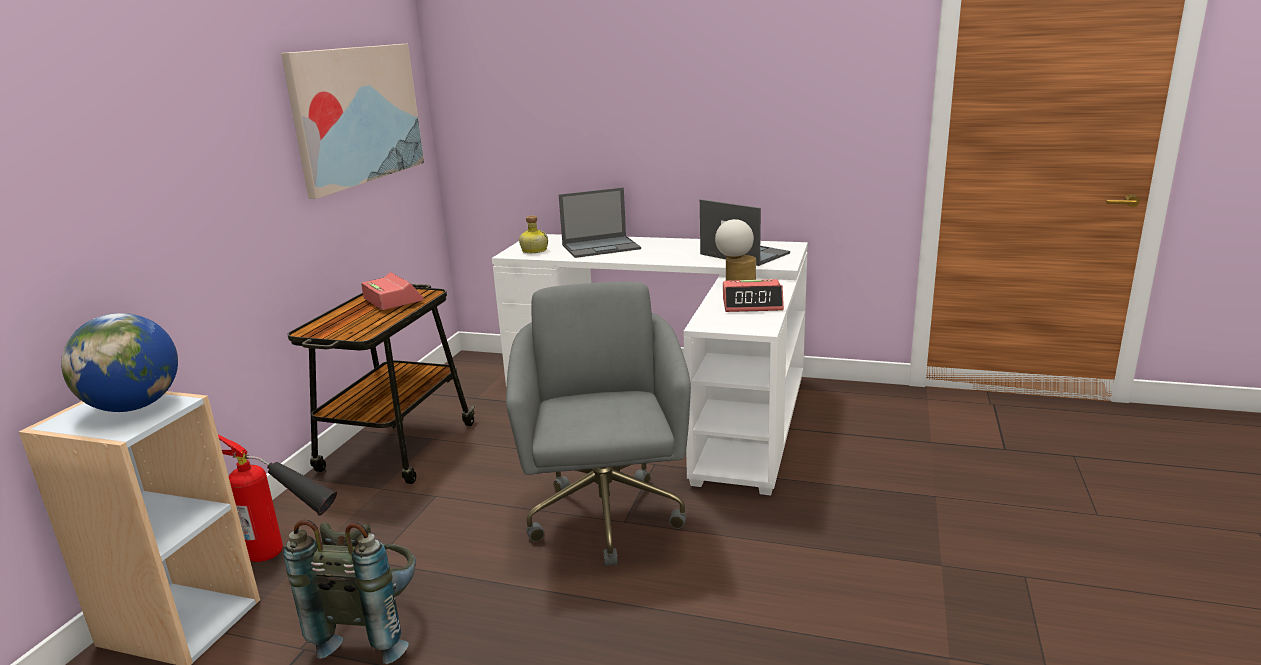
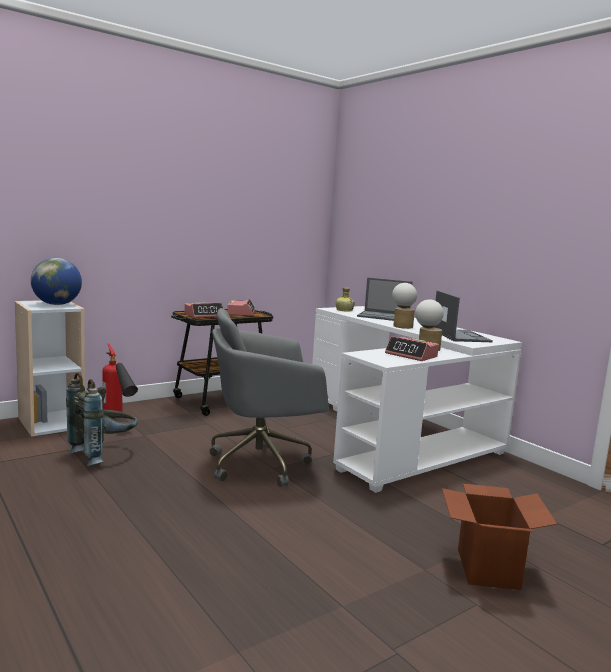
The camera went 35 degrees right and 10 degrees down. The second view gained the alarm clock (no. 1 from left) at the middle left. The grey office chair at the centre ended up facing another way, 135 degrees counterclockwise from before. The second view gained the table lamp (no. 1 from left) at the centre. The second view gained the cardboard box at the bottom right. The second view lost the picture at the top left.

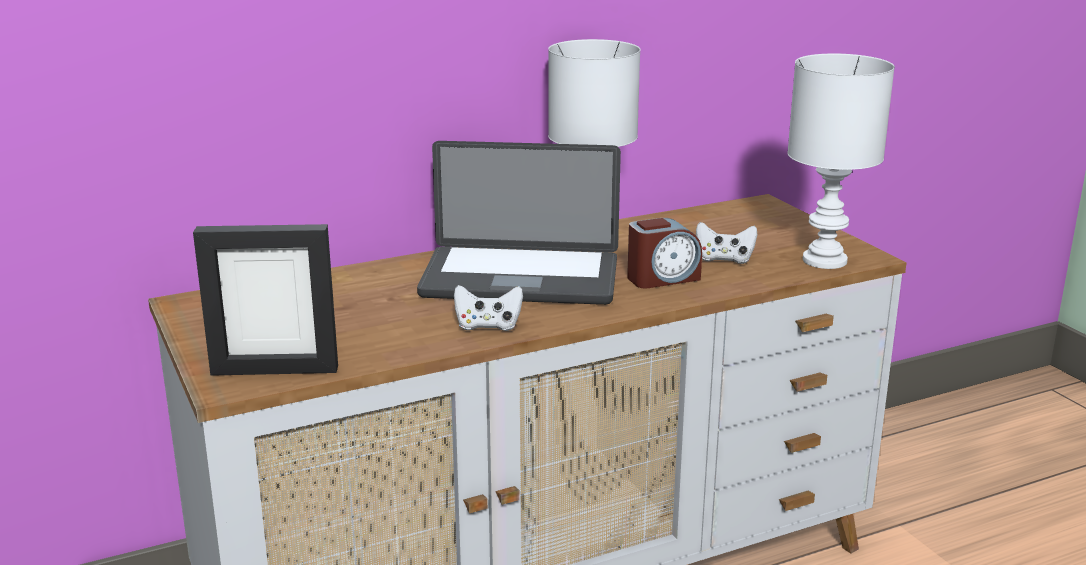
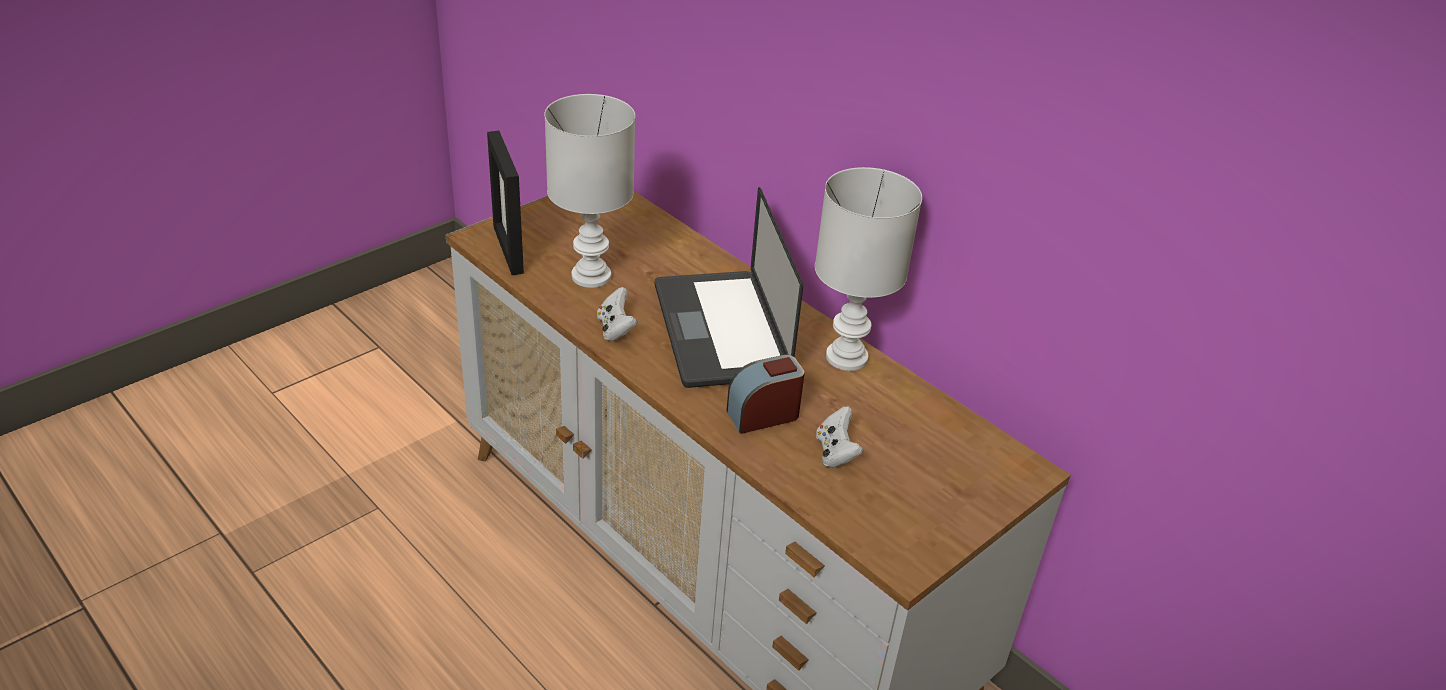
The camera went 70 degrees right and 15 degrees up. The white table lamp (no. 2 from left in the first image) ended up elsewhere, having gone from the top right to the top centre. The alarm clock at the centre ended up facing another way, 105 degrees clockwise from before.

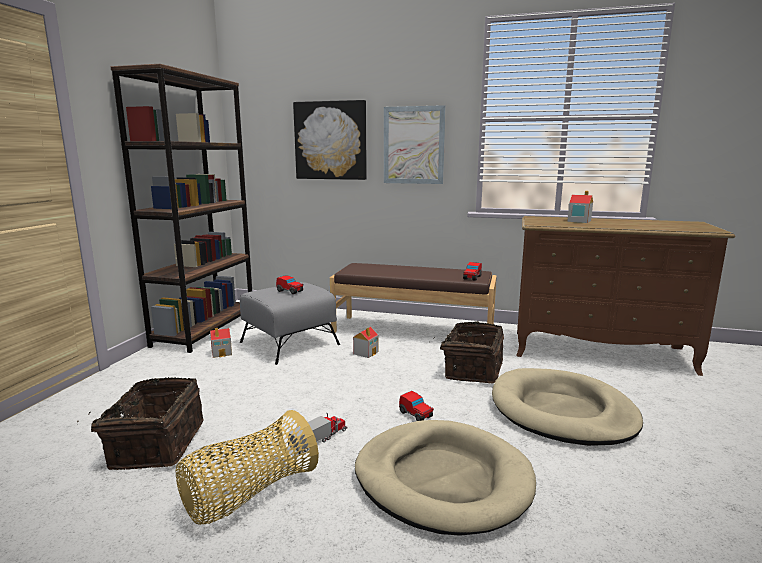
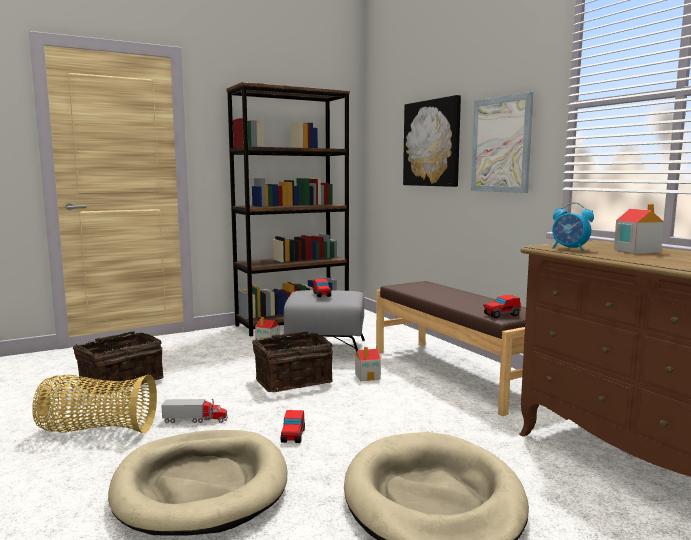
The camera went 45 degrees right and 5 degrees down. The basket (no. 3 from left) ended up elsewhere, having gone from the centre to the bottom centre. The second view gained the alarm clock at the middle right.

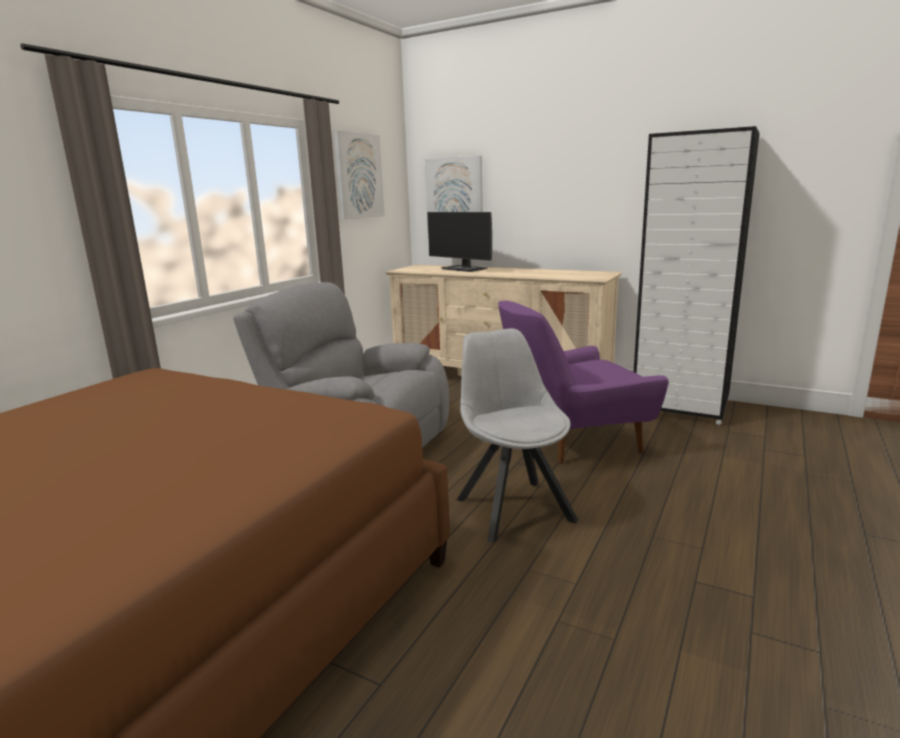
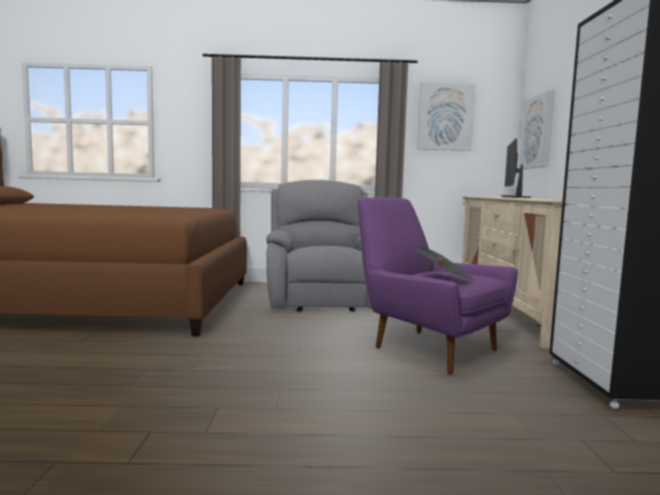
The camera went 60 degrees right and 10 degrees down. The second view gained the newspaper at the middle right. The second view lost the grey chair at the centre.

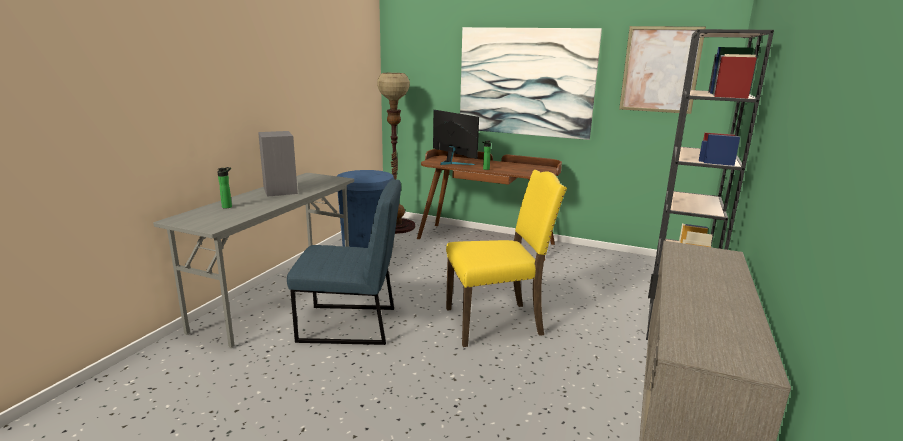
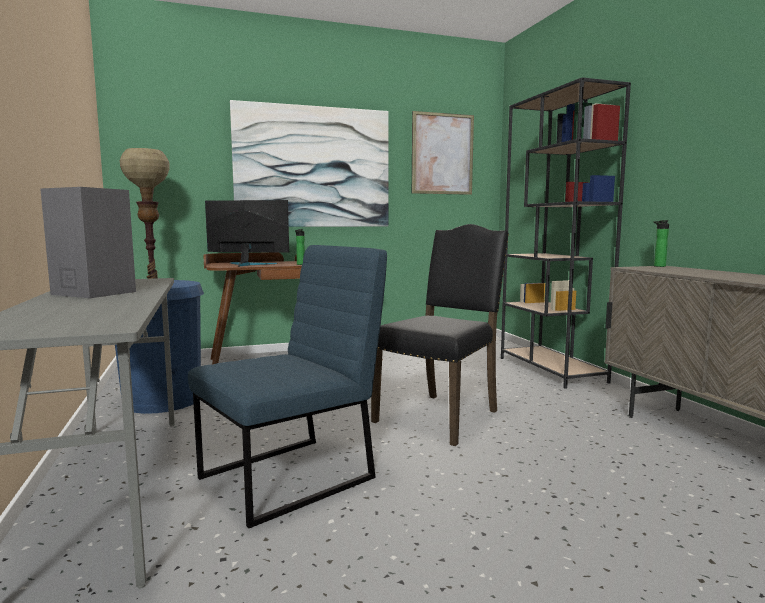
The camera went 40 degrees left and 10 degrees down. What was the yellow chair at the centre turned into the black chair at the centre. The bottle (no. 1 from left in the first image) ended up elsewhere, having gone from the middle left to the middle right.

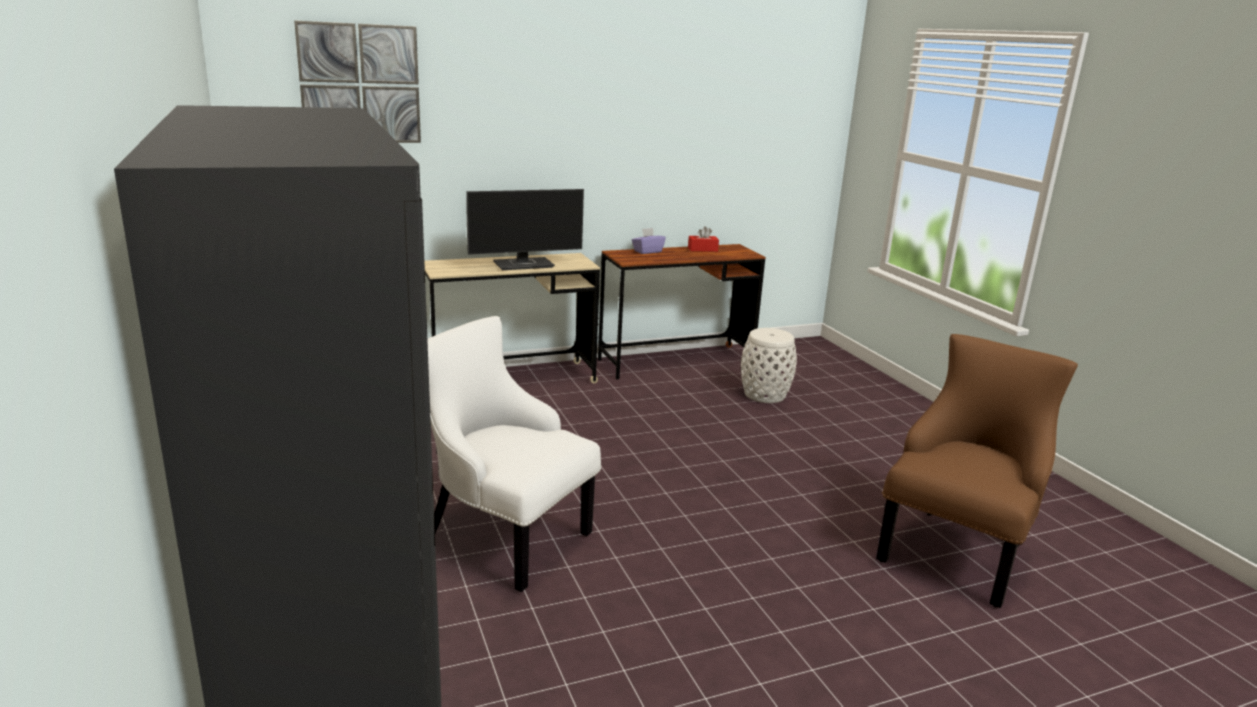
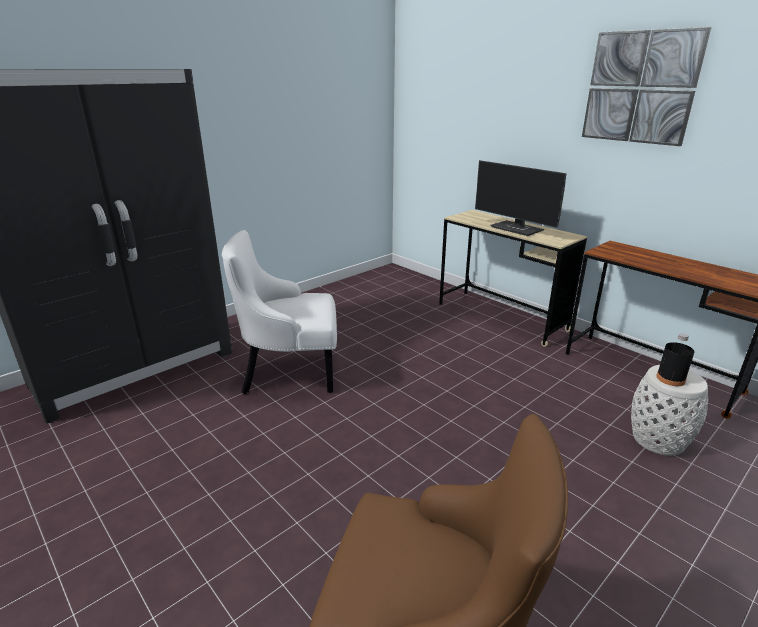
The camera went 70 degrees right and 5 degrees up. The white chair at the centre ended up facing another way, 105 degrees counterclockwise from before. The picture ended up elsewhere, having gone from the top left to the top right. The second view gained the black bottle at the middle right. The second view lost the purple tissue box at the centre. The second view lost the red tissue box at the centre.

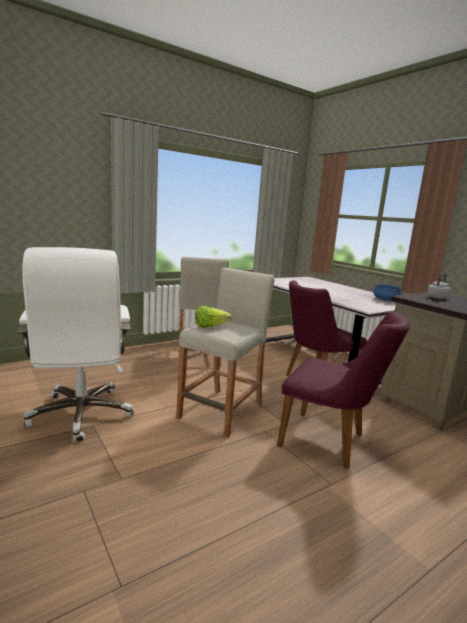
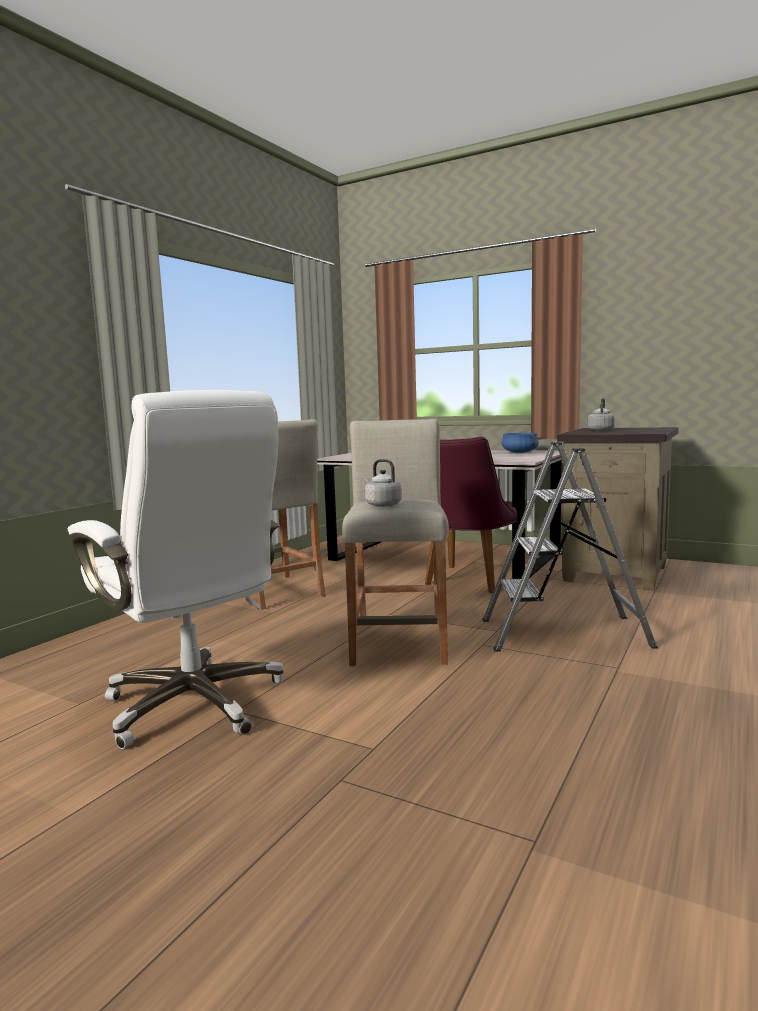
The camera went 25 degrees left and 5 degrees down. Where the lettuce stood at the centre, the grey kettle (no. 1 from left) came to stand at the centre. Where the purple chair (no. 2 from left) stood at the middle right, the grey step ladder came to stand at the middle right.

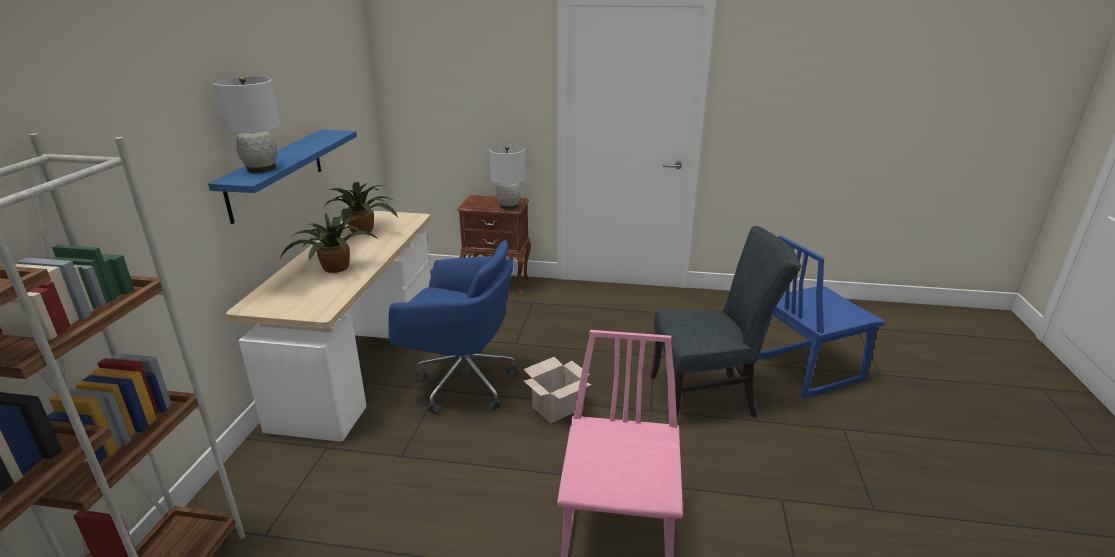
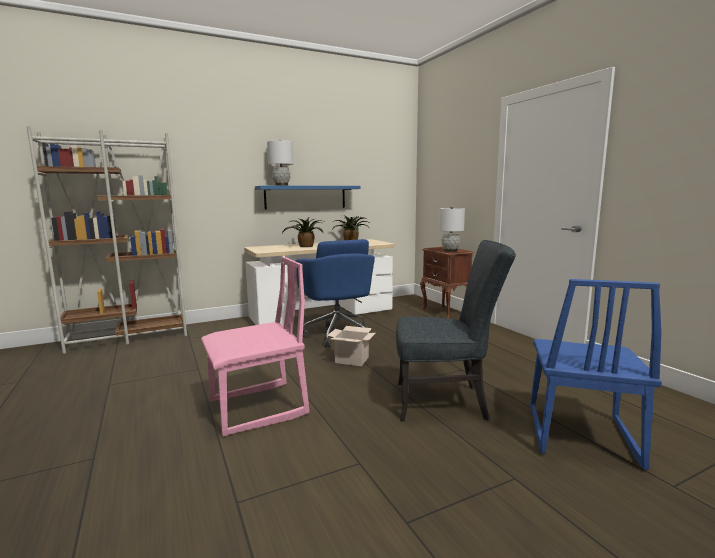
The camera went 55 degrees right and 15 degrees down. The grey chair at the centre ended up facing another way, 45 degrees counterclockwise from before. The blue chair at the middle right ended up facing another way, 105 degrees counterclockwise from before.

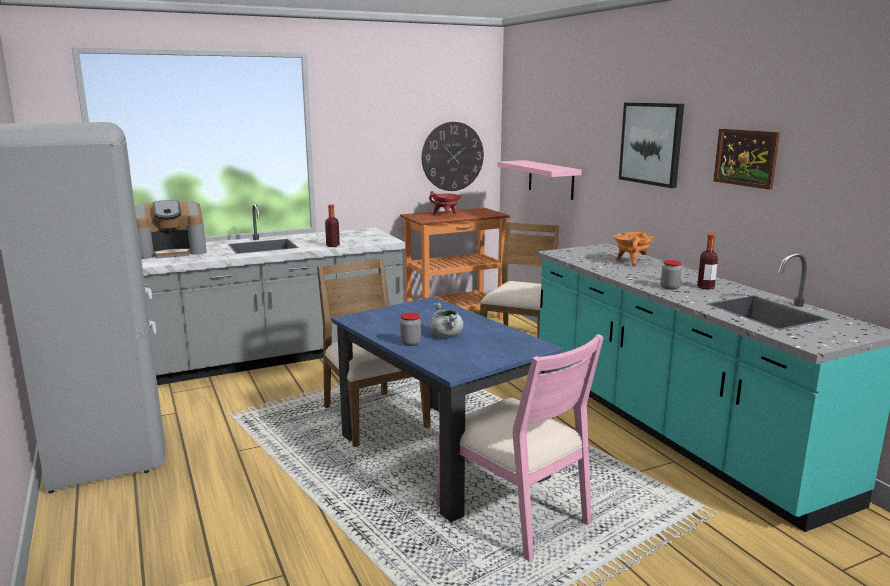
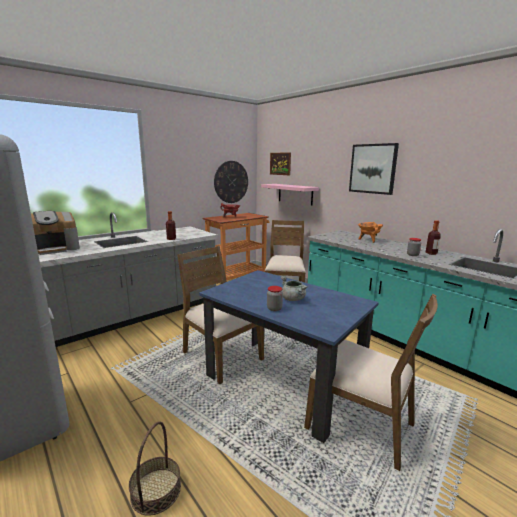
The camera went 15 degrees left and 0 degrees up. The second view gained the basket at the bottom left. The picture (no. 2 from left in the first image) ended up elsewhere, having gone from the top right to the top centre. What was the pink chair at the bottom centre turned into the brown chair (no. 3 from left) at the bottom right.

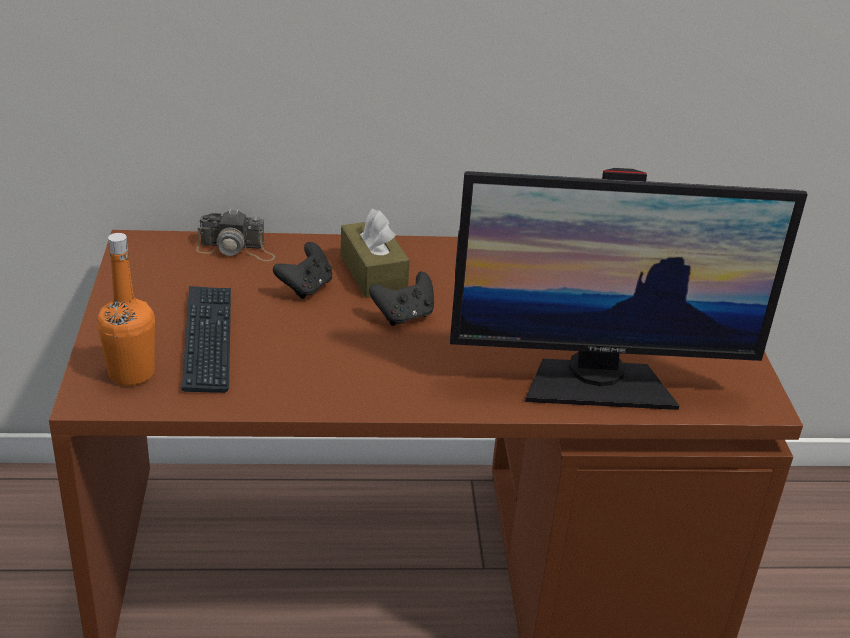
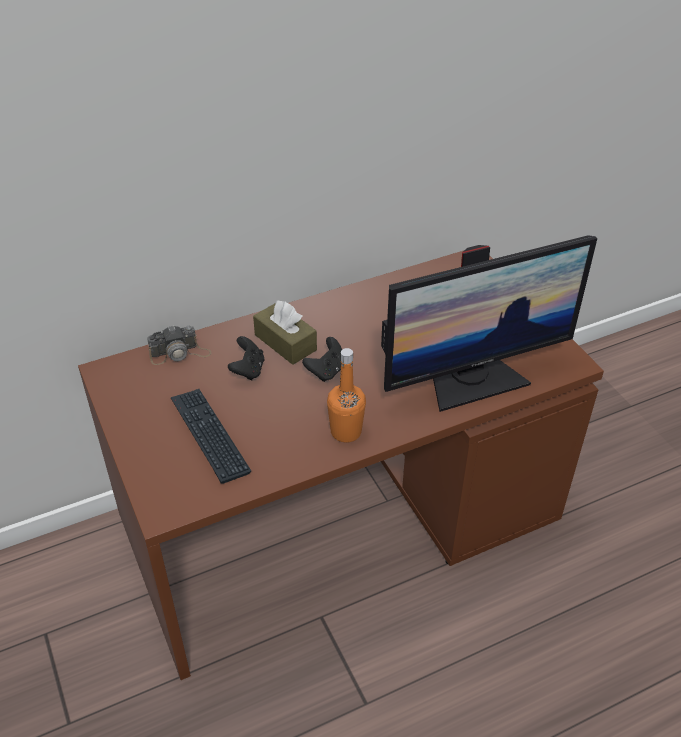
The camera went 20 degrees left and 10 degrees up. The orange bottle ended up elsewhere, having gone from the middle left to the centre.

